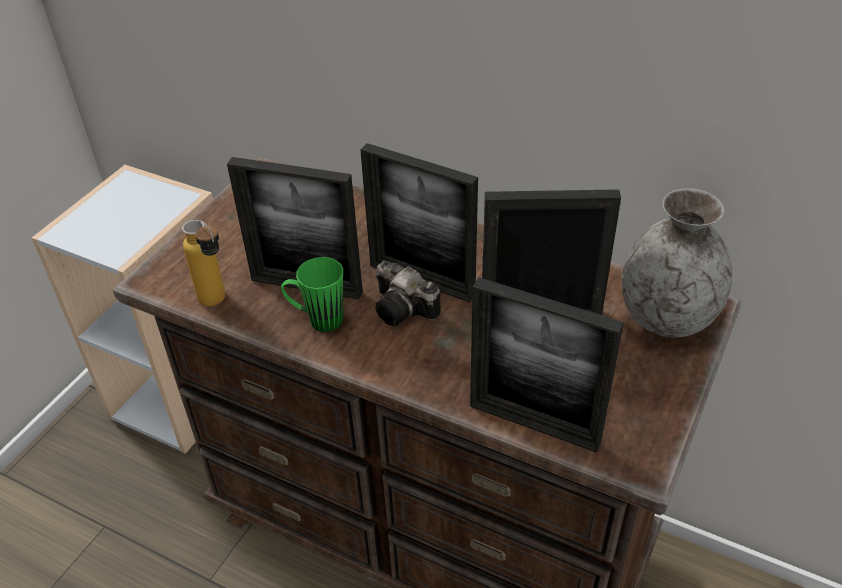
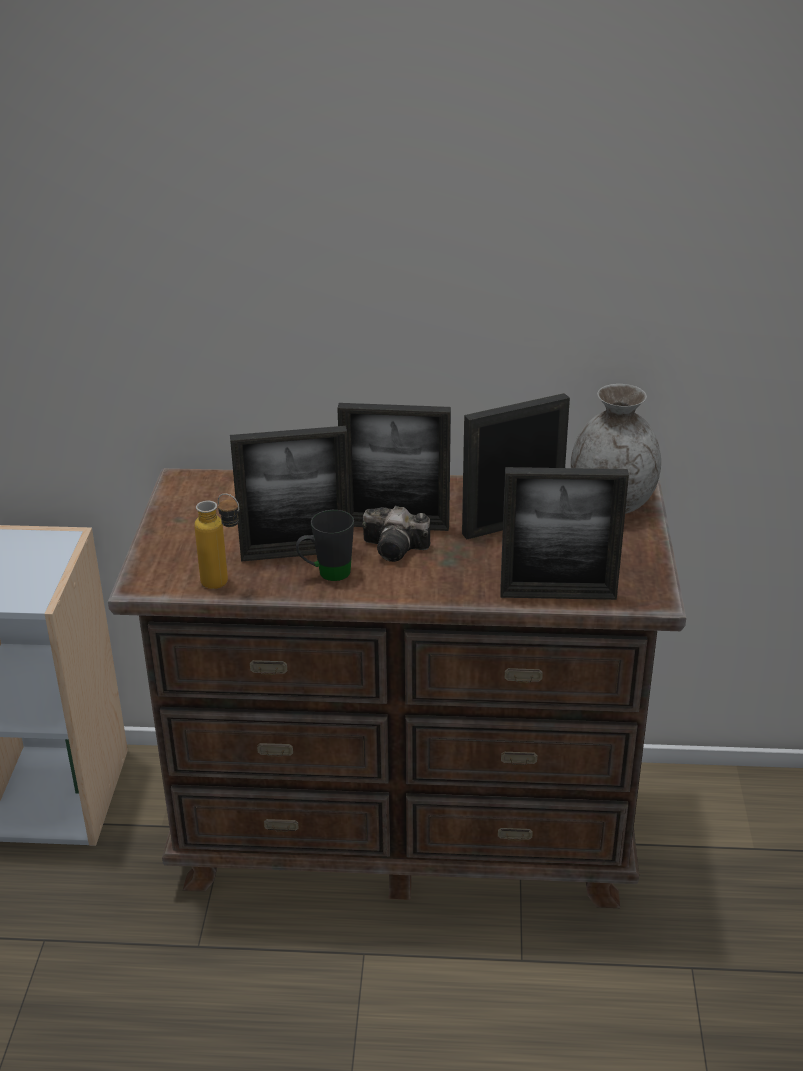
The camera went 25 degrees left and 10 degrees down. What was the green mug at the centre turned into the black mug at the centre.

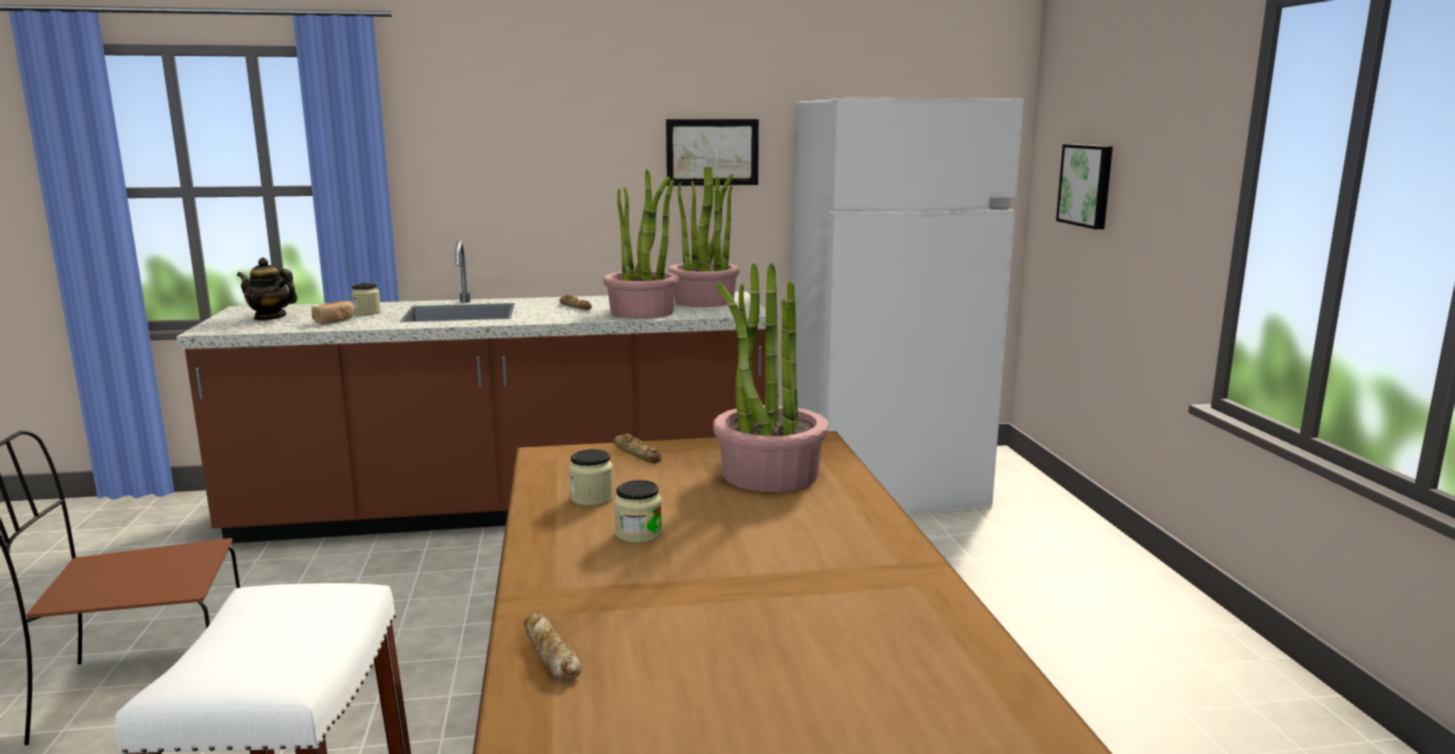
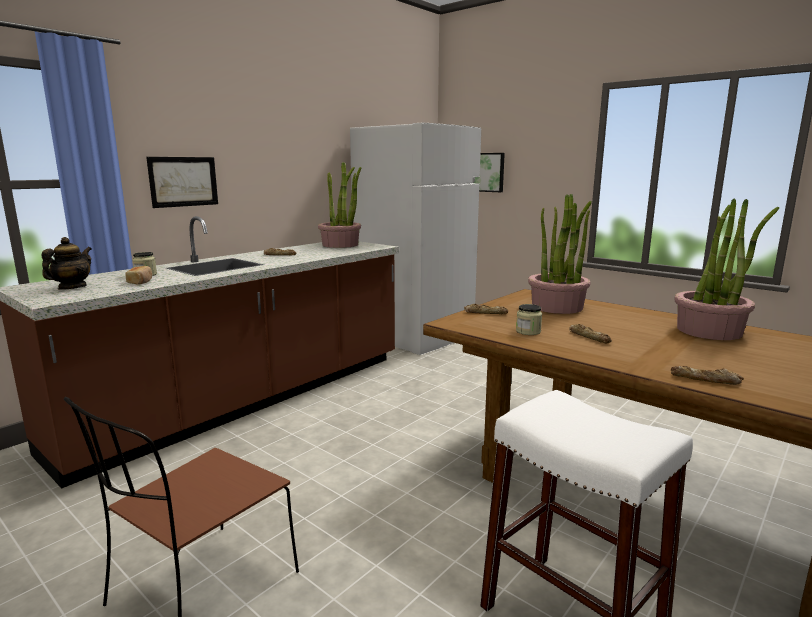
The camera went 40 degrees left and 0 degrees up. The teapot at the middle left ended up facing another way, 135 degrees clockwise from before. The picture (no. 1 from left) ended up elsewhere, having gone from the top centre to the top left. Where the jar (no. 3 from left) stood at the bottom centre, the bread (no. 4 from left) came to stand at the middle right. The potted plant (no. 1 from left in the first image) ended up elsewhere, having gone from the top centre to the middle right.

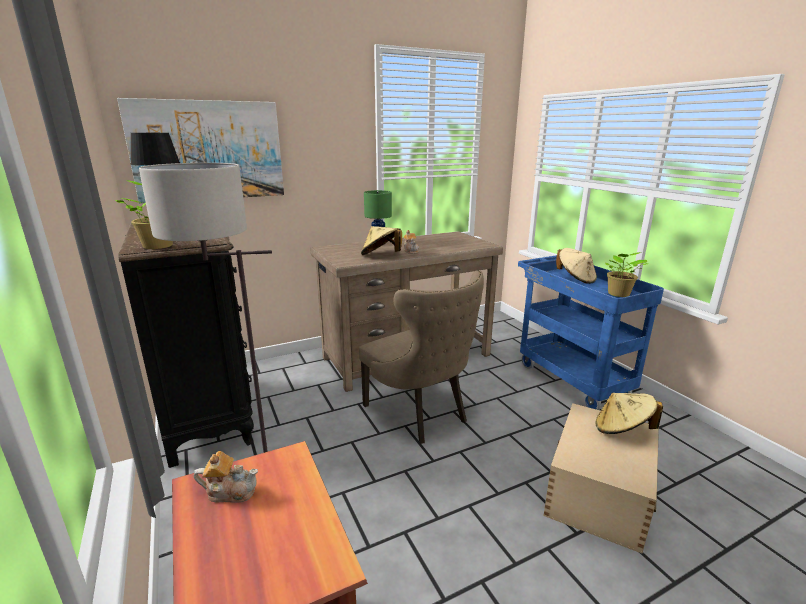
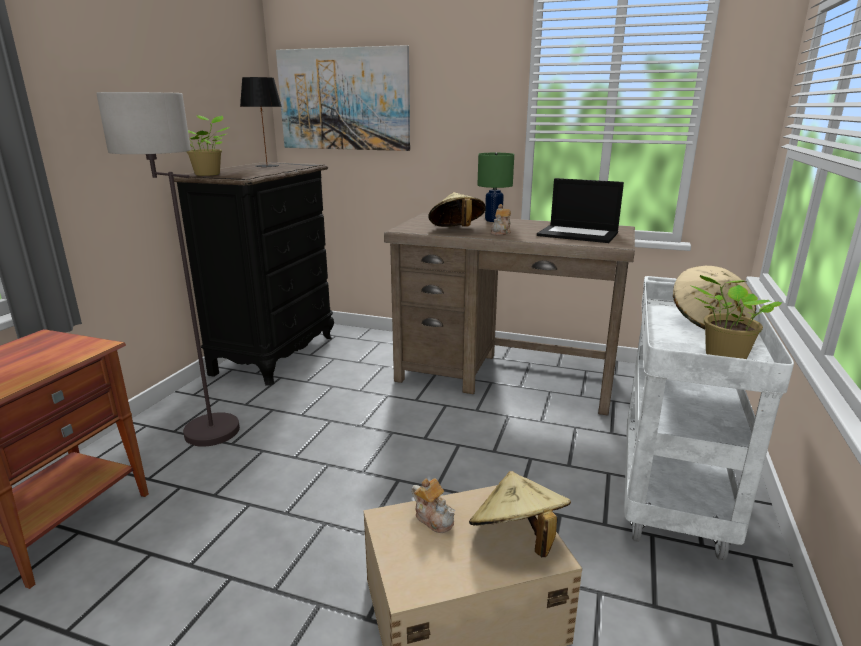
The camera went 45 degrees right and 0 degrees up. The teapot (no. 1 from left) ended up elsewhere, having gone from the bottom left to the bottom centre. The second view gained the laptop at the top right. What was the blue cart at the middle right turned into the white cart at the middle right. The second view lost the beige chair at the centre.

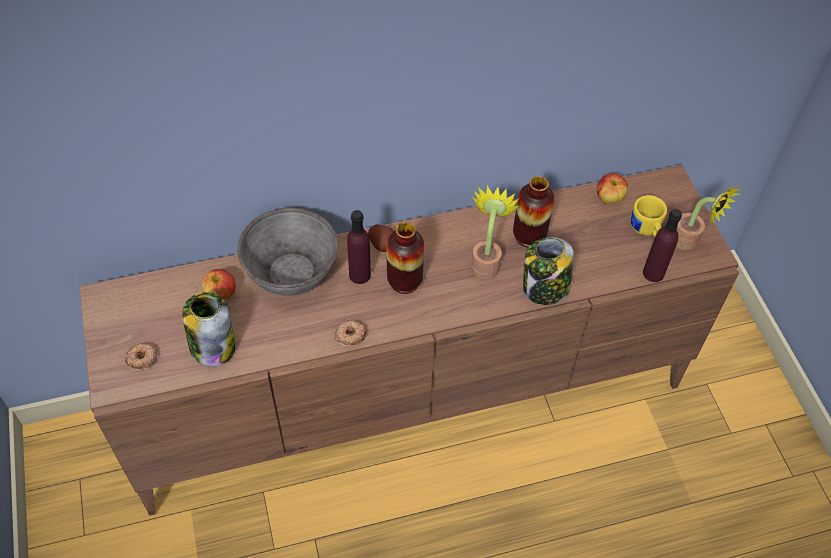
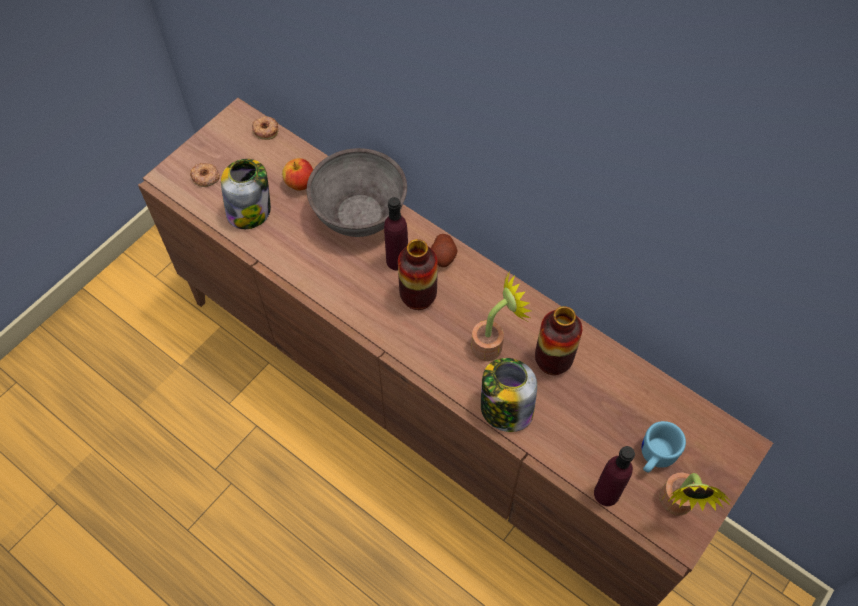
The camera went 55 degrees right and 5 degrees up. The donut (no. 2 from left) ended up elsewhere, having gone from the centre to the top left. What was the yellow mug at the middle right turned into the blue mug at the bottom right. The second view lost the apple (no. 2 from left) at the middle right.

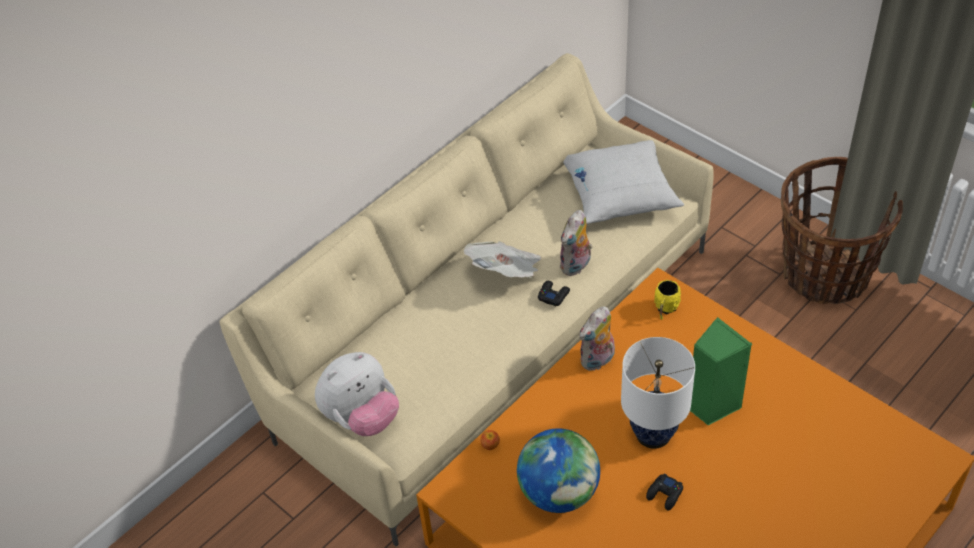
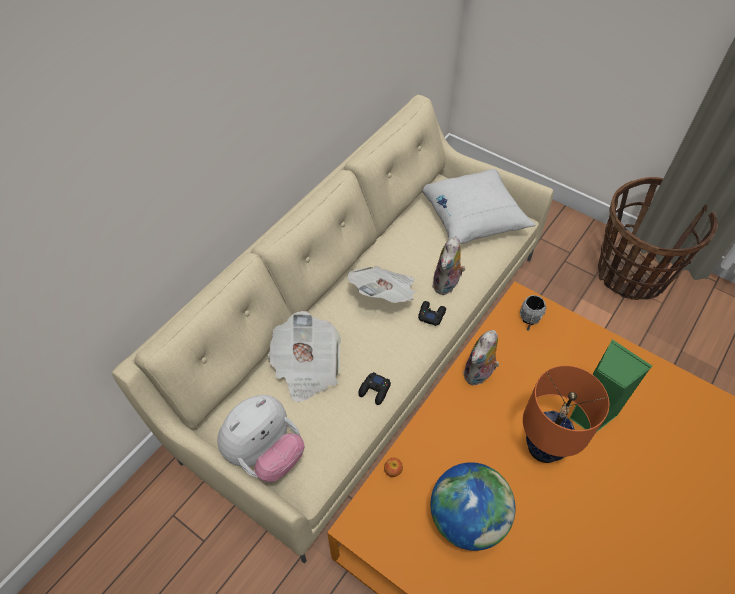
The camera went 10 degrees left and 5 degrees up. The second view gained the newspaper (no. 1 from left) at the centre. The black game controller (no. 2 from left in the first image) ended up elsewhere, having gone from the bottom right to the centre. What was the yellow mug at the middle right turned into the grey mug at the middle right. What was the white table lamp at the bottom right turned into the orange table lamp at the bottom right.

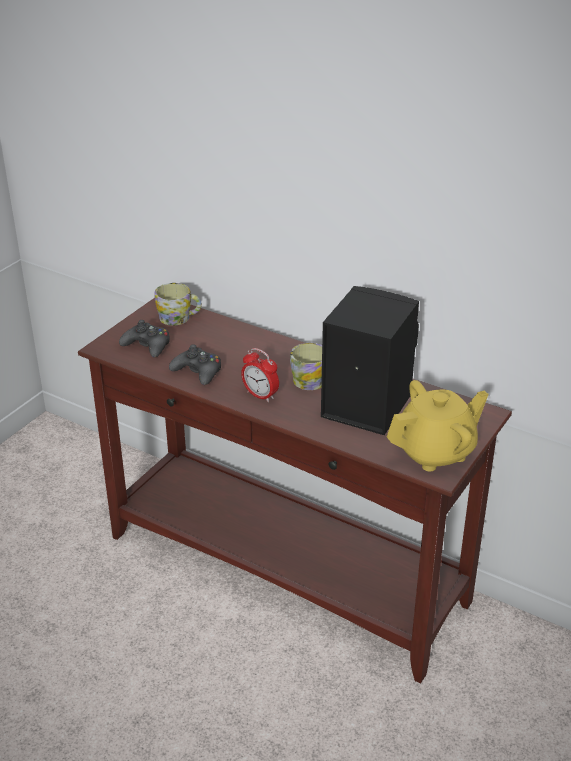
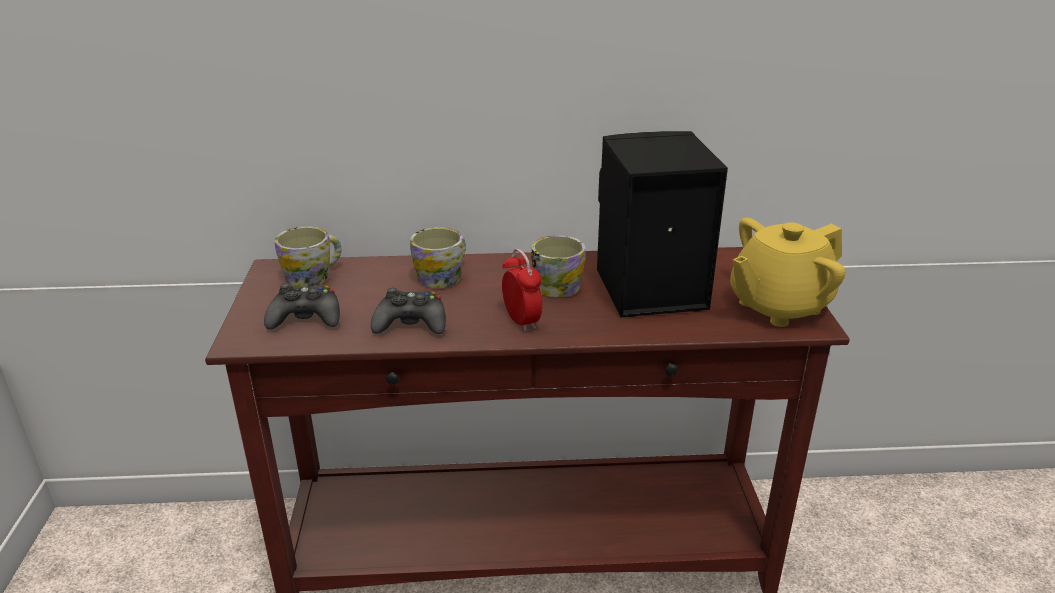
The camera went 35 degrees left and 5 degrees down. The second view gained the mug (no. 2 from left) at the centre. The alarm clock at the centre ended up facing another way, 120 degrees counterclockwise from before. The yellow teapot at the middle right ended up facing another way, 150 degrees counterclockwise from before.

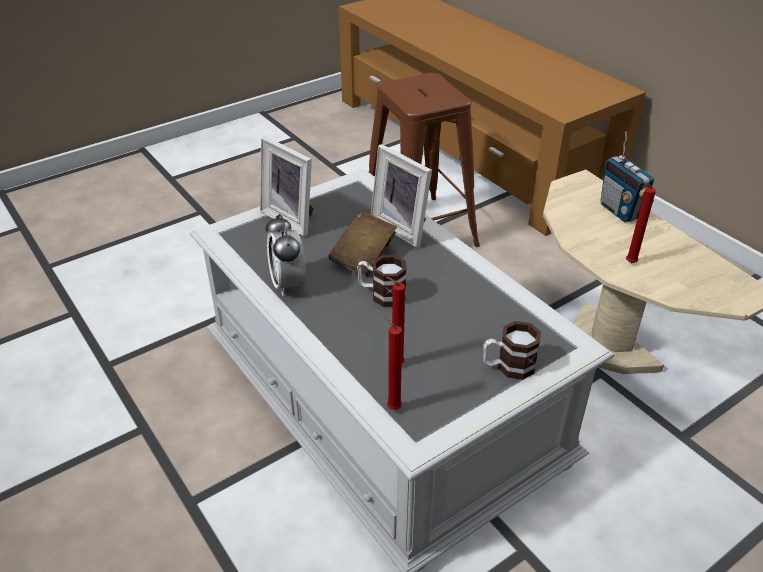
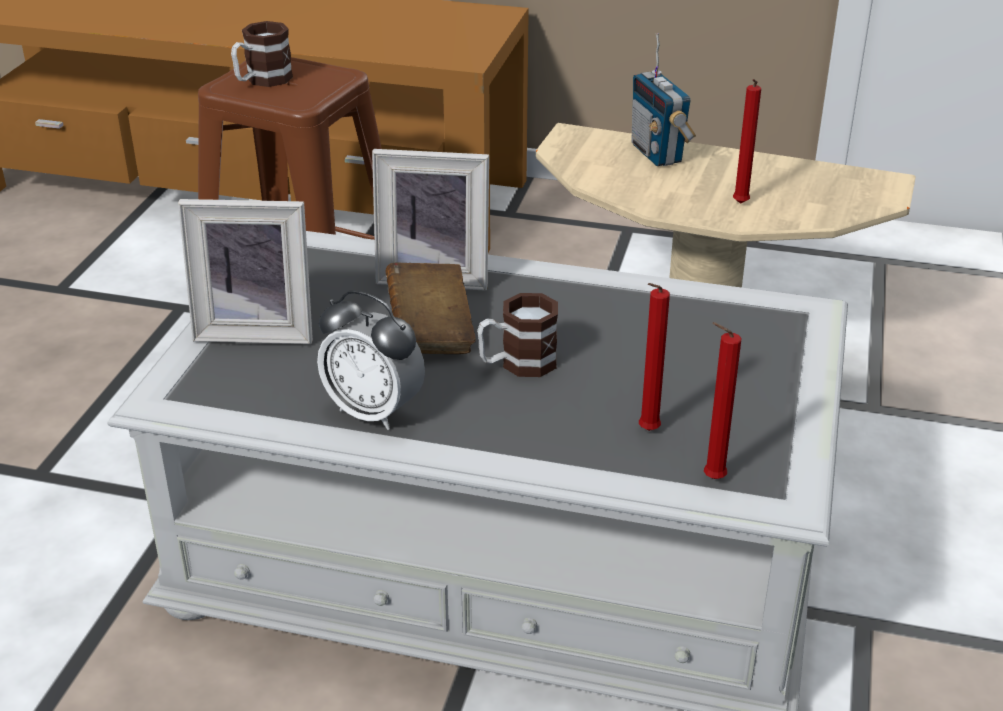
The camera went 40 degrees left and 5 degrees down. The mug (no. 2 from left in the first image) ended up elsewhere, having gone from the middle right to the top left. The radio at the top right ended up facing another way, 45 degrees clockwise from before.

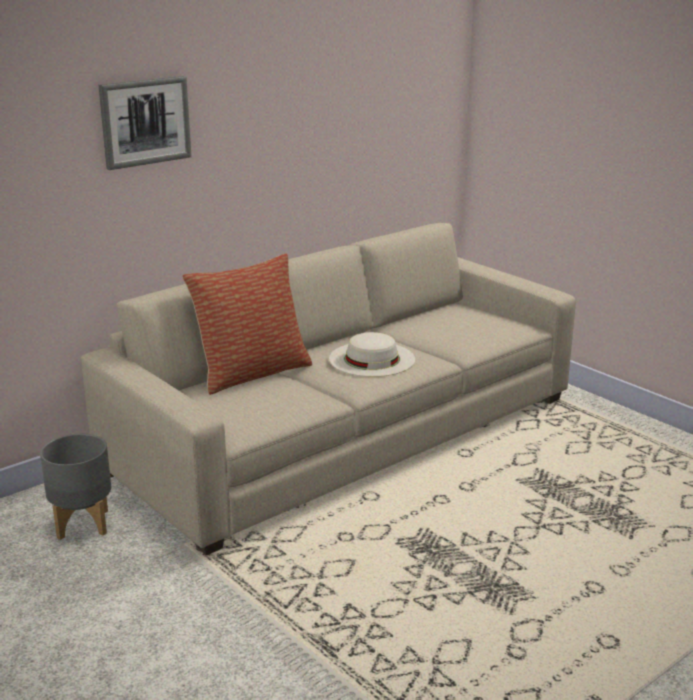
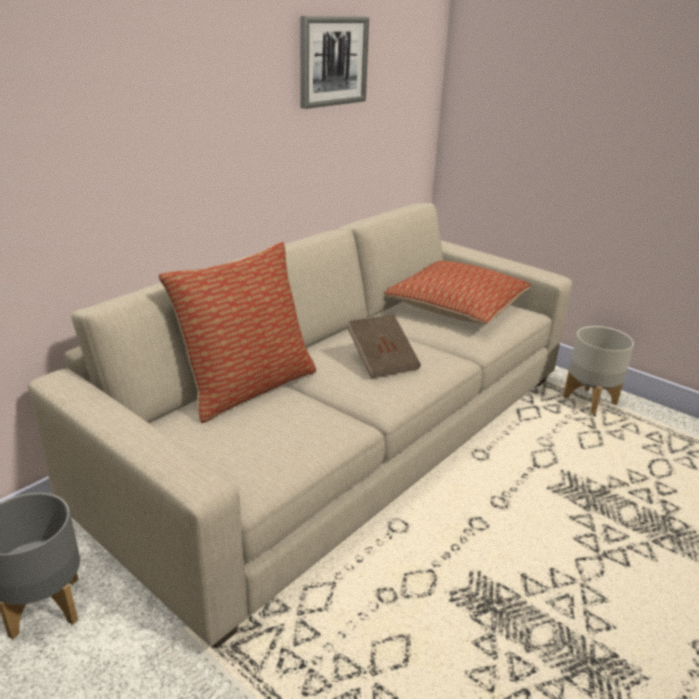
The camera went 10 degrees left and 5 degrees up. The picture ended up elsewhere, having gone from the top left to the top centre. Where the white hat stood at the centre, the brown book came to stand at the centre. The second view gained the pillow (no. 2 from left) at the centre. The second view gained the grey planter (no. 2 from left) at the middle right.

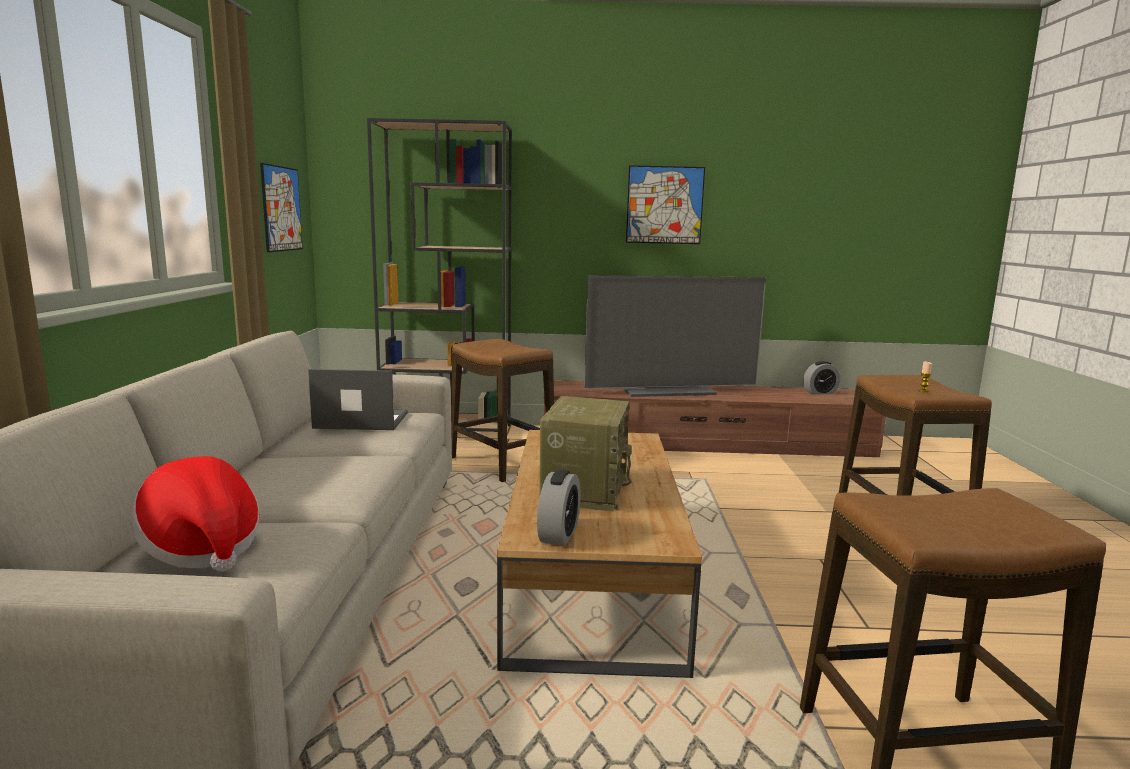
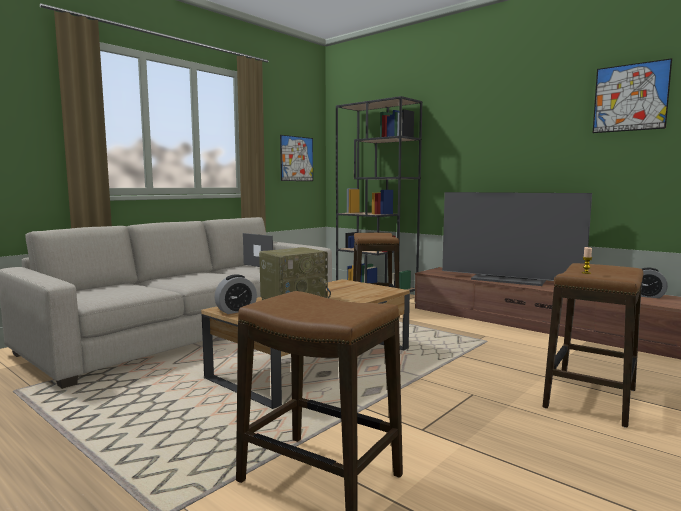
The camera went 40 degrees right and 5 degrees down. The picture (no. 2 from left) ended up elsewhere, having gone from the top centre to the top right. The second view lost the hat at the bottom left.

